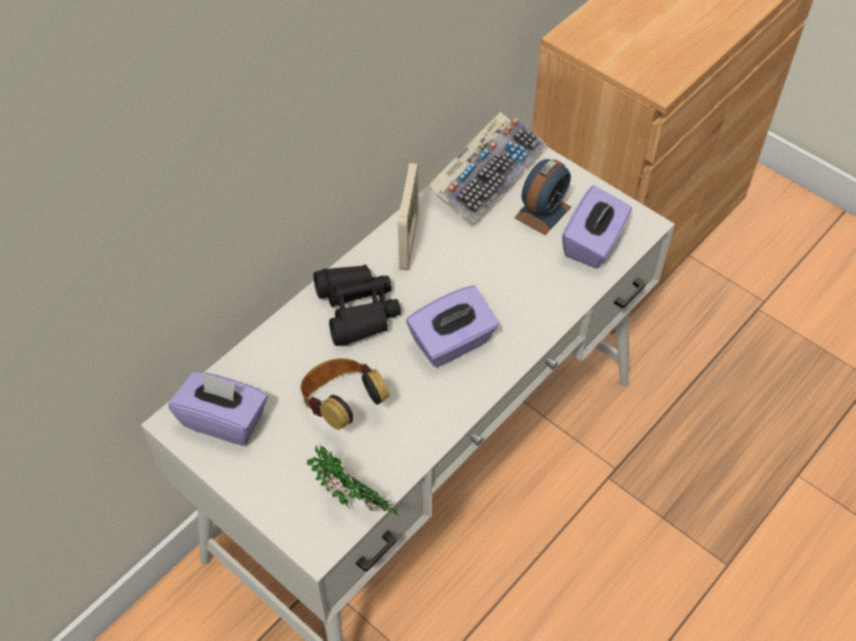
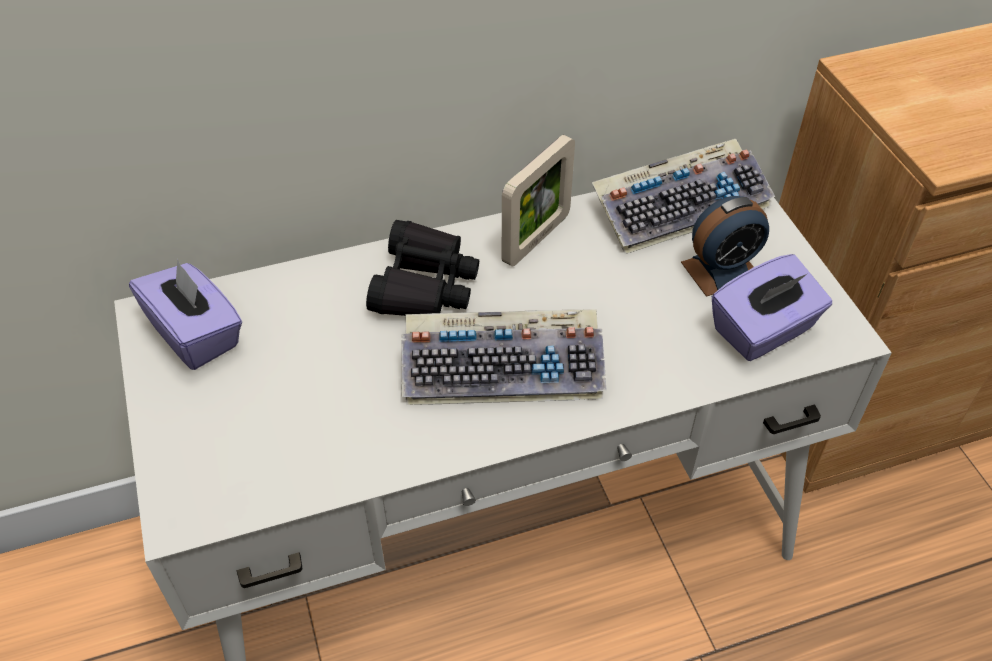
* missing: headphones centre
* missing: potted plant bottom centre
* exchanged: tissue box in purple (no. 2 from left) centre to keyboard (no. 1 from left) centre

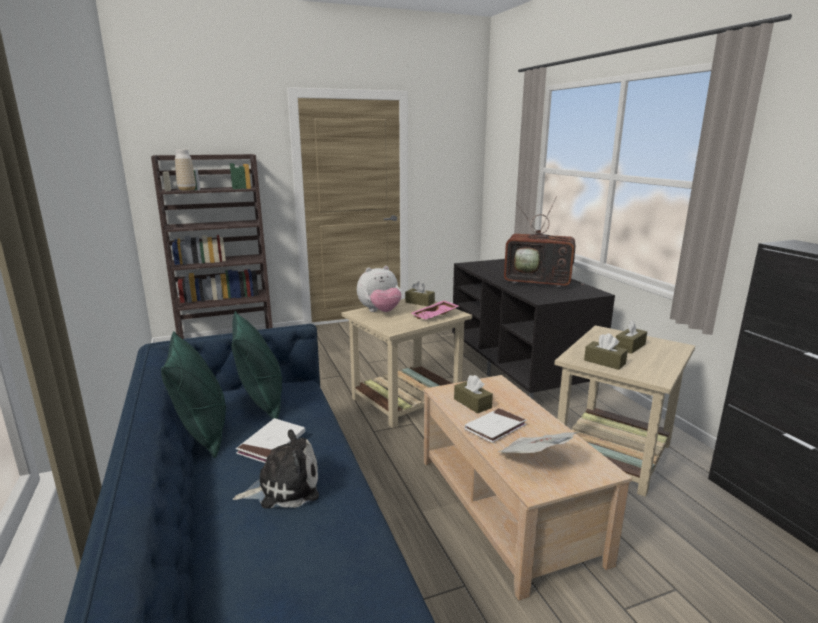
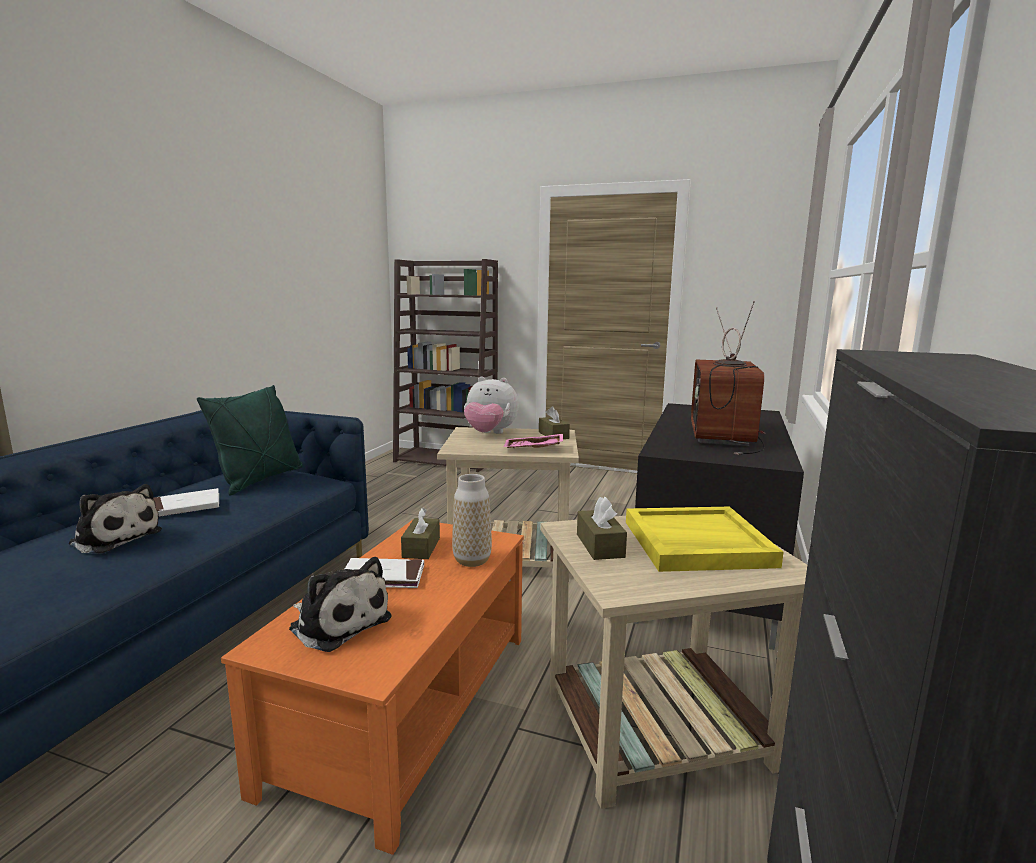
* missing: pillow in green (no. 1 from left) middle left
* relocated: vase top left to centre
* exchanged: newspaper bottom centre to plush toy (no. 2 from left) bottom left
* exchanged: tissue box in brown (no. 4 from left) middle right to tray in yellow middle right
* colour: coffee table in beige bottom centre to coffee table in orange bottom centre
* spun: television centre = middle right 45 degrees clockwise

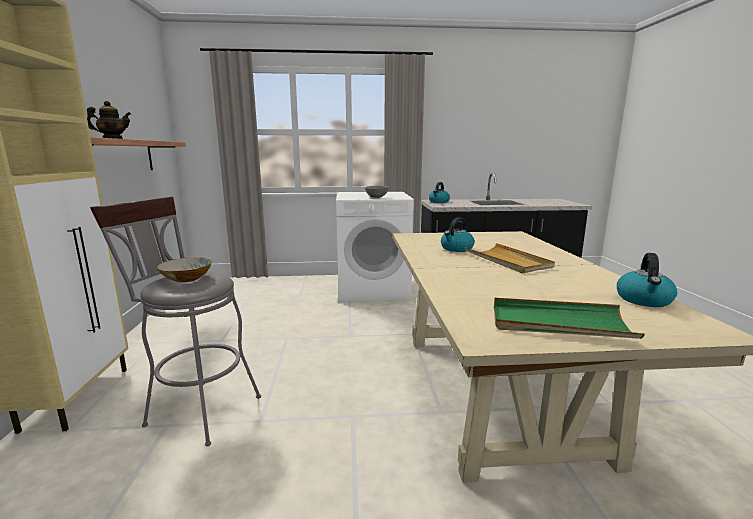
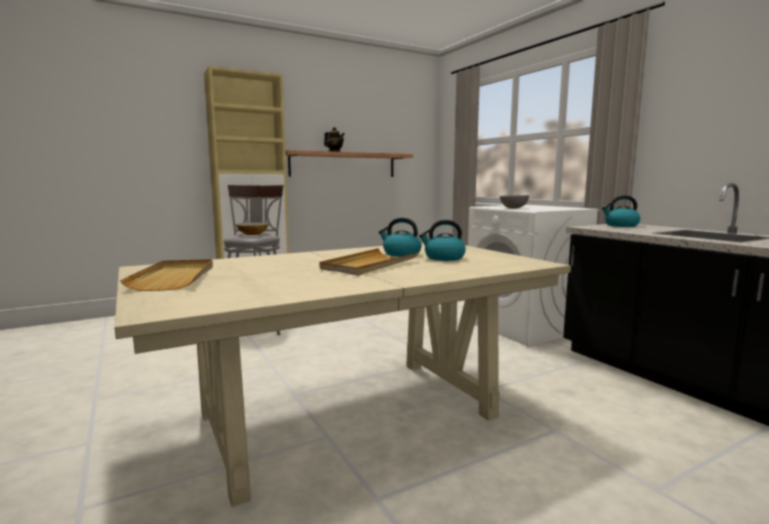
* relocated: kettle (no. 3 from left in the first image) middle right to kettle (no. 2 from left) centre
* colour: tray in green middle right to tray in beige (no. 1 from left) middle left

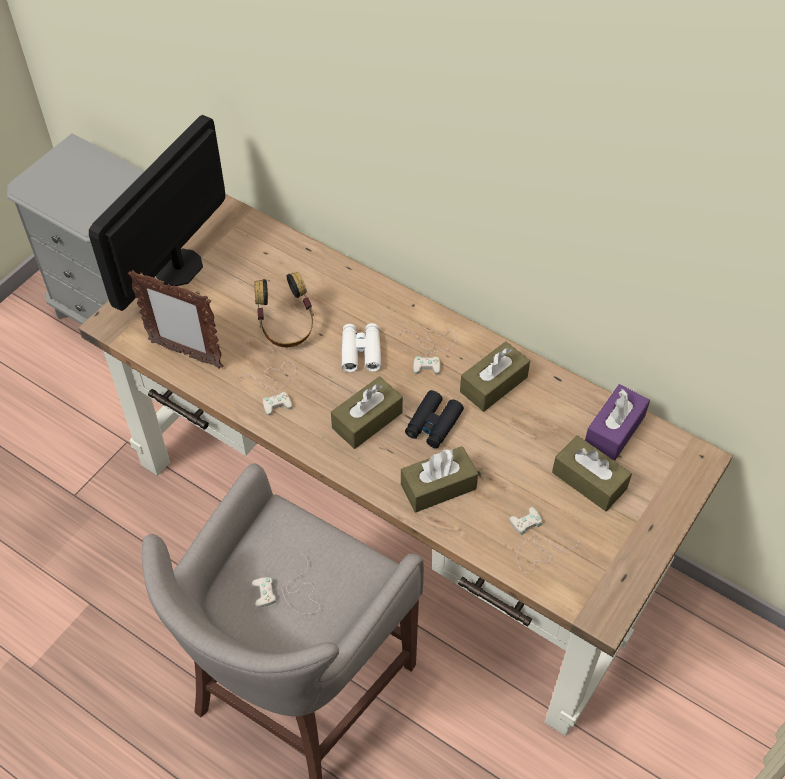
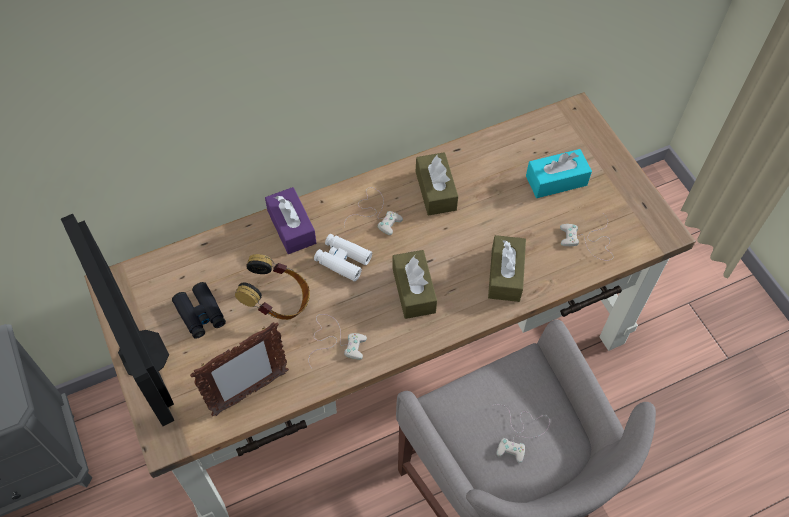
* relocated: binoculars in black centre to middle left
* relocated: tissue box in purple middle right to centre
* colour: tissue box in brown (no. 4 from left) middle right to tissue box in turquoise middle right

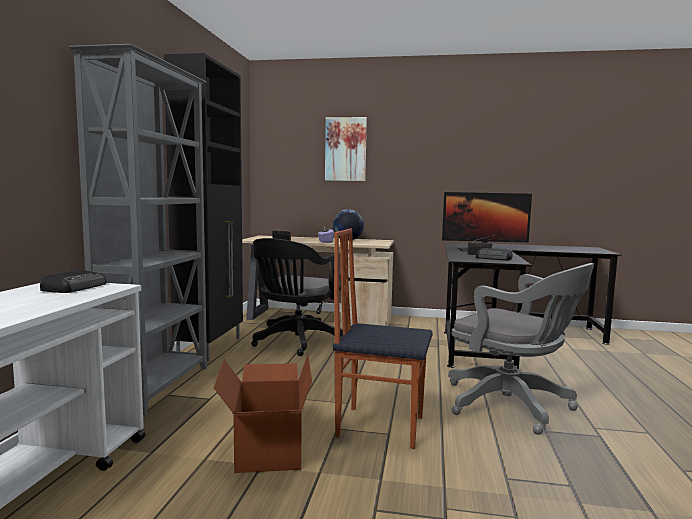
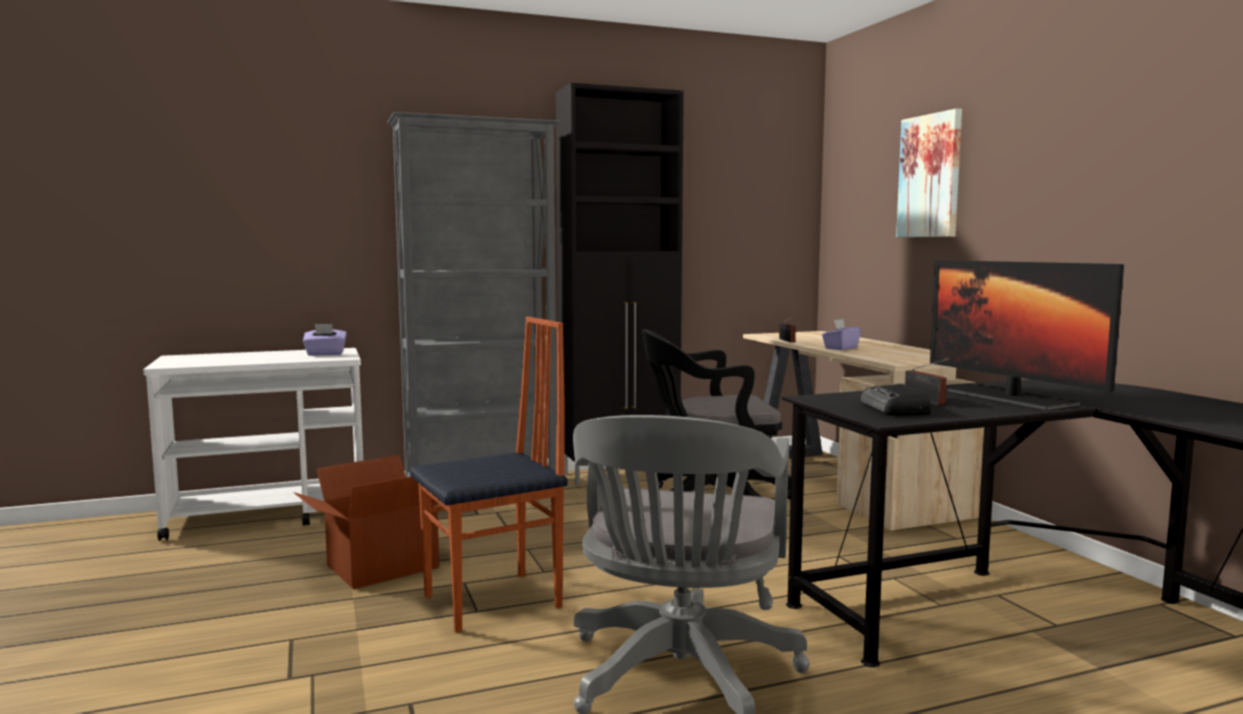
* missing: globe centre
* exchanged: radio (no. 1 from left) middle left to tissue box in purple (no. 1 from left) middle left
* spun: chair centre = centre 75 degrees clockwise

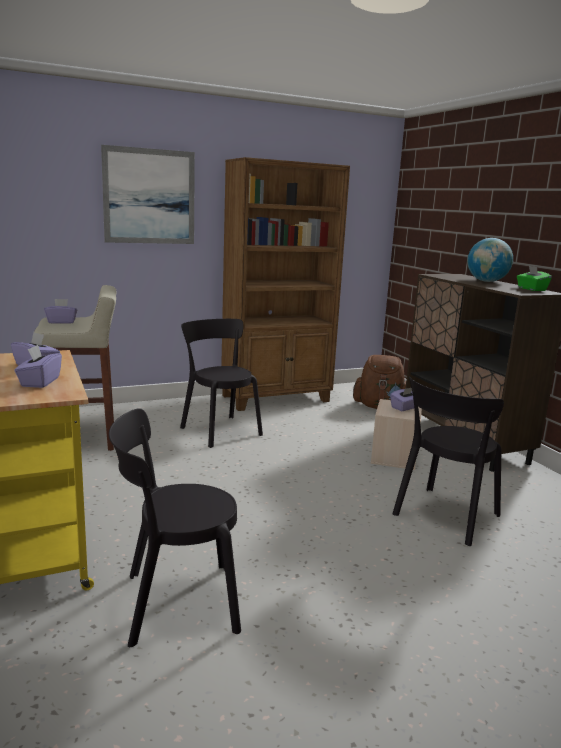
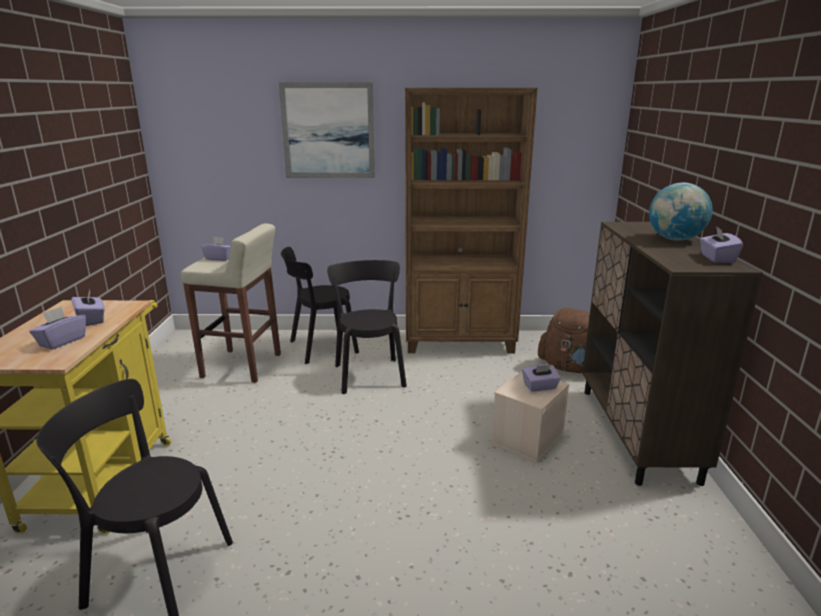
* relocated: chair in black (no. 3 from left in the first image) middle right to chair in black (no. 2 from left) centre
* colour: tissue box in green middle right to tissue box in purple (no. 5 from left) middle right

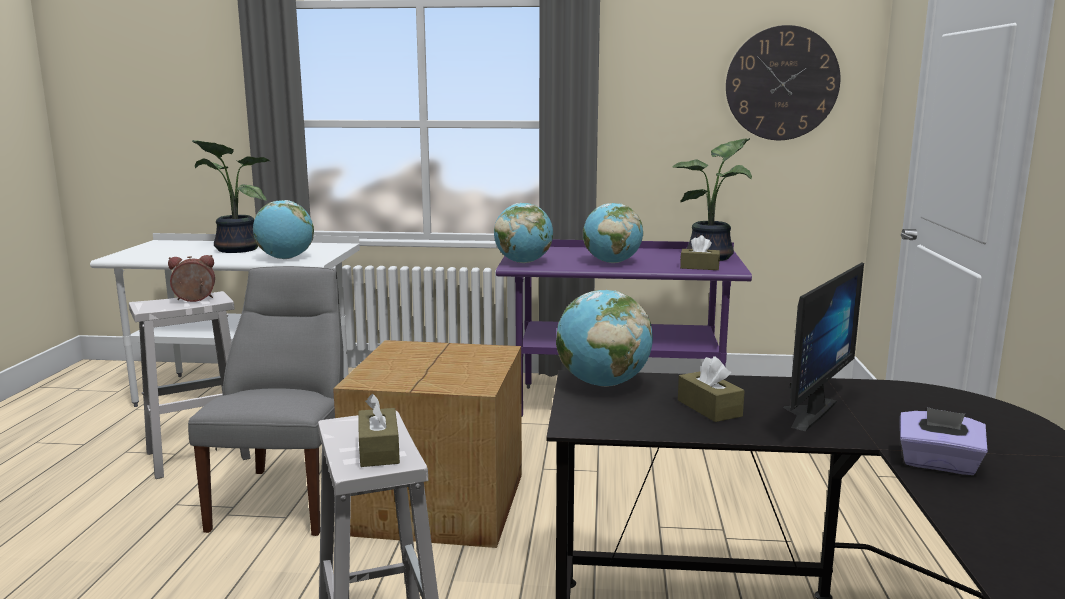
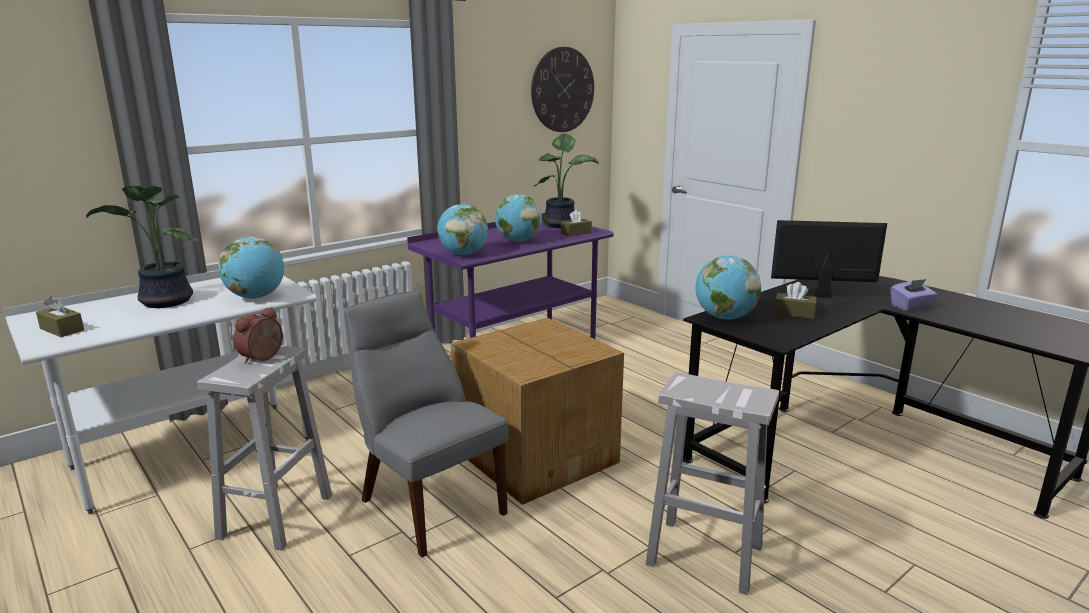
* relocated: tissue box in brown (no. 1 from left) bottom centre to middle left
* spun: monitor middle right = middle right 75 degrees counterclockwise

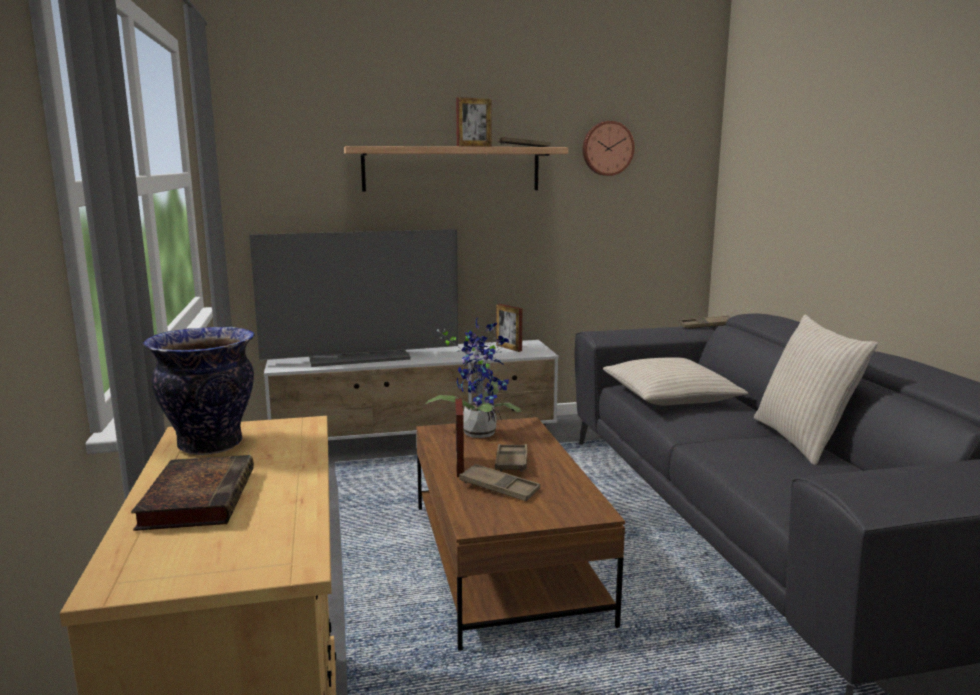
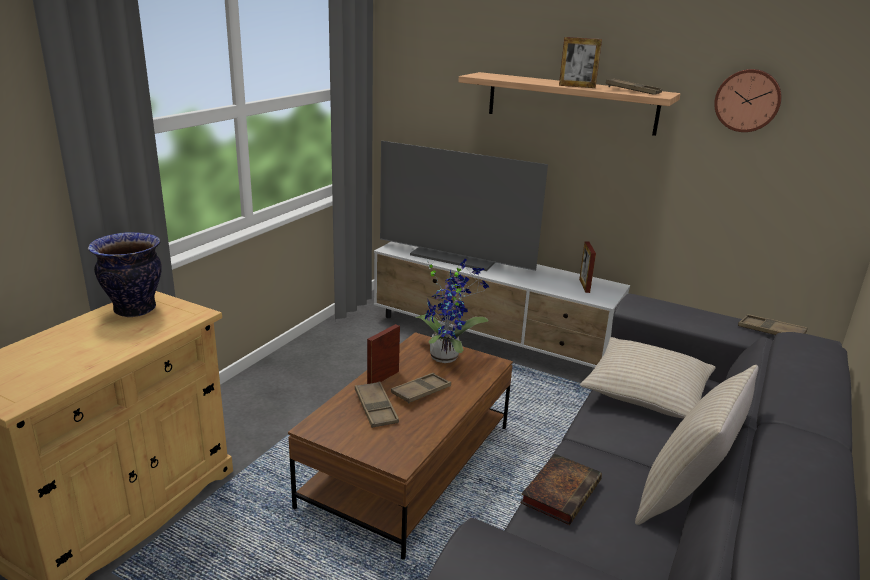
* relocated: book bottom left to bottom centre

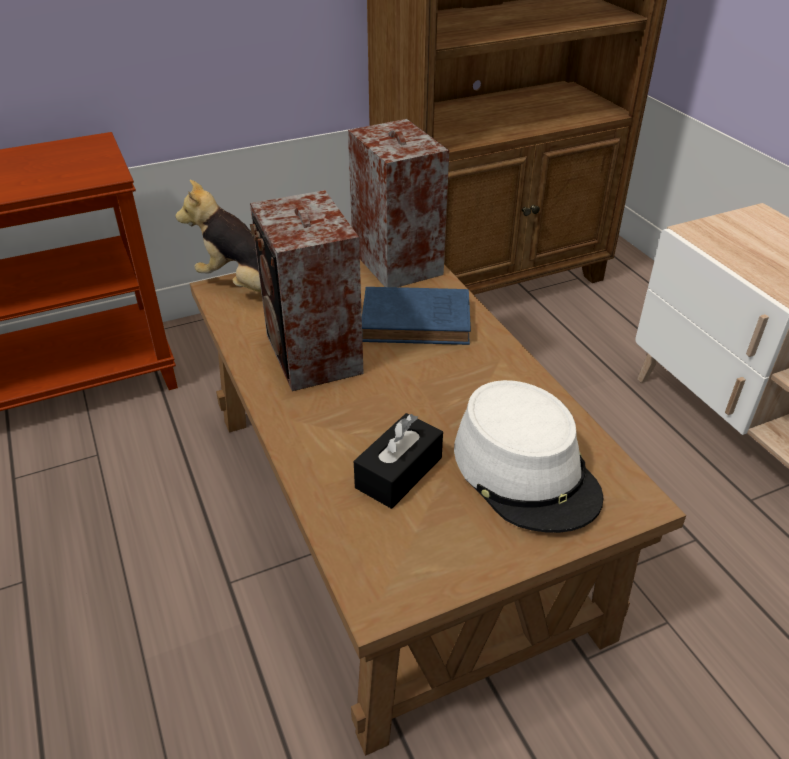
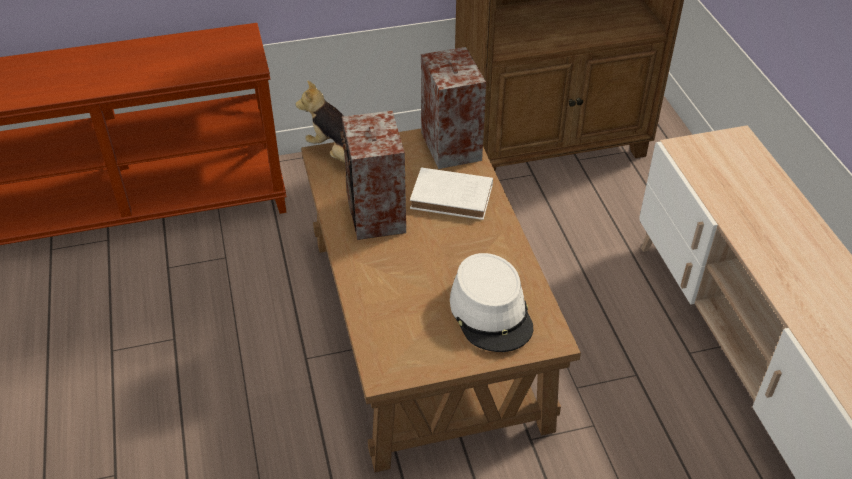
* missing: tissue box in black centre
* colour: book in blue centre to book in white centre

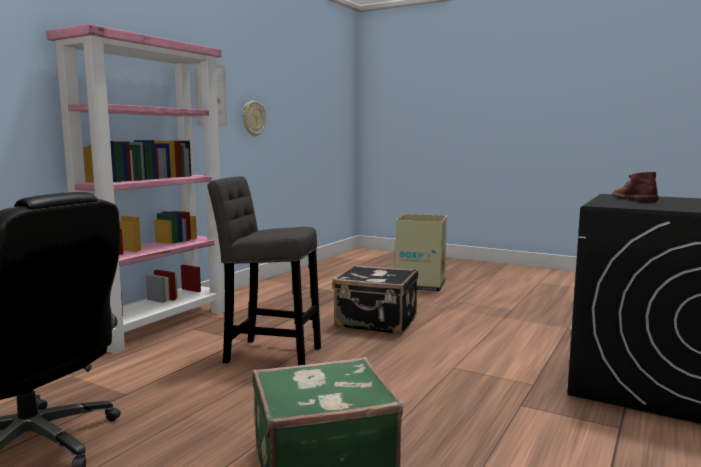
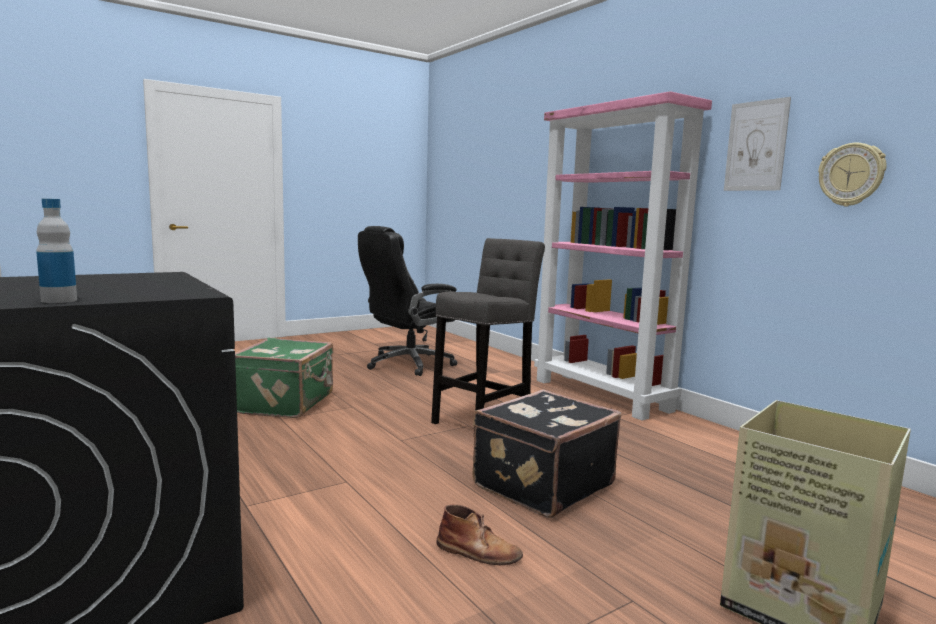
* appeared: bottle middle left
* relocated: boot in brown middle right to bottom centre

